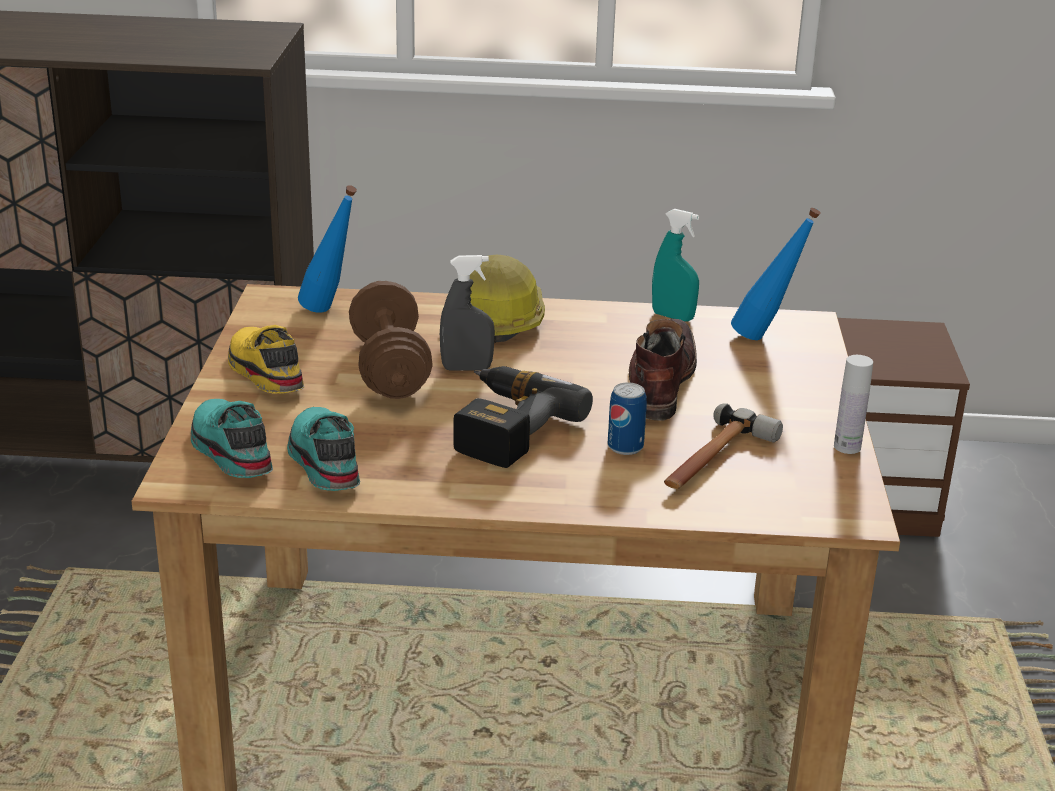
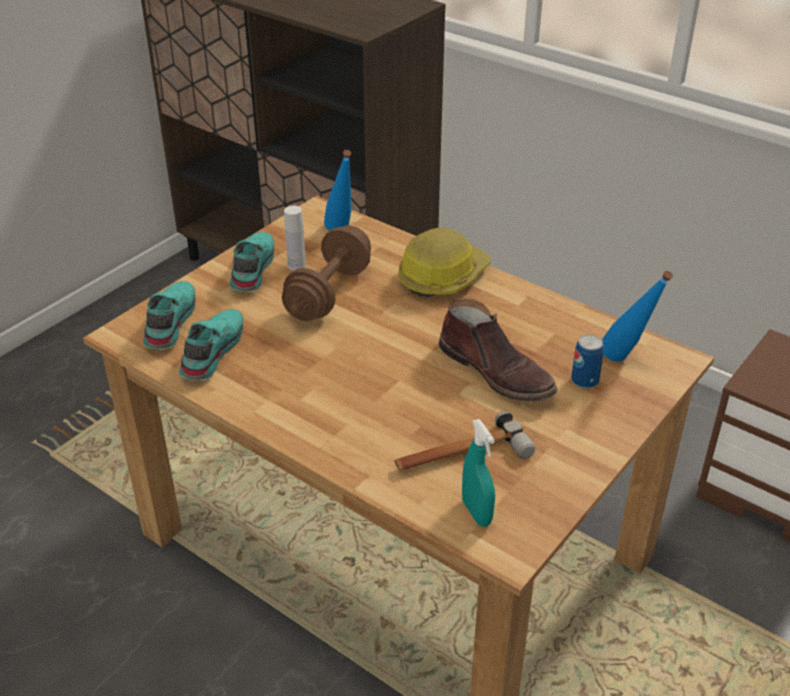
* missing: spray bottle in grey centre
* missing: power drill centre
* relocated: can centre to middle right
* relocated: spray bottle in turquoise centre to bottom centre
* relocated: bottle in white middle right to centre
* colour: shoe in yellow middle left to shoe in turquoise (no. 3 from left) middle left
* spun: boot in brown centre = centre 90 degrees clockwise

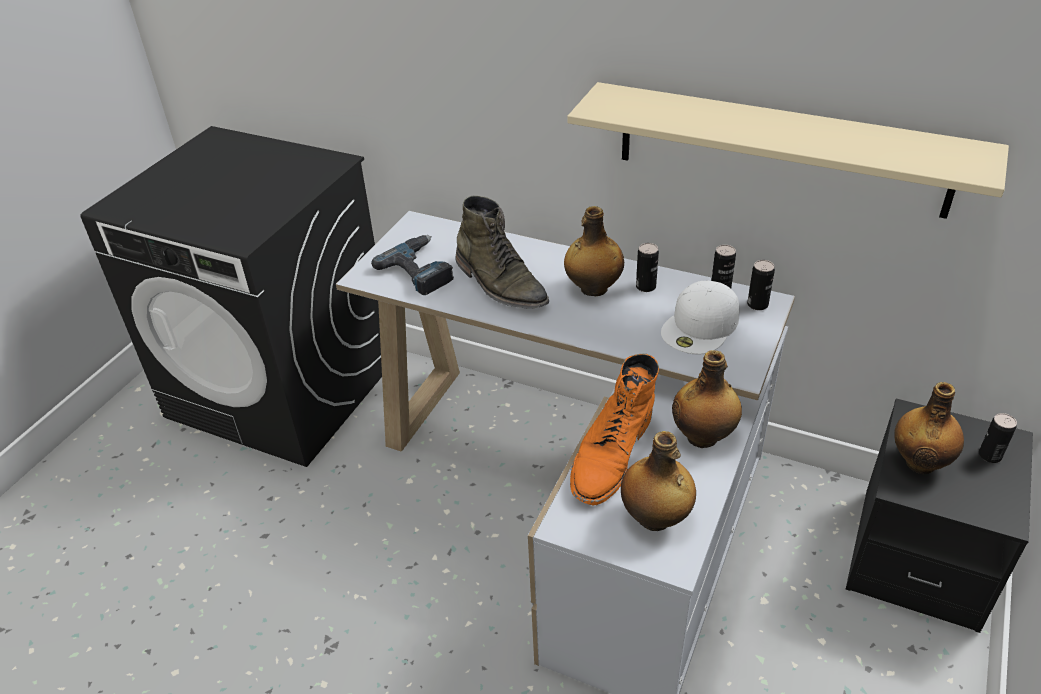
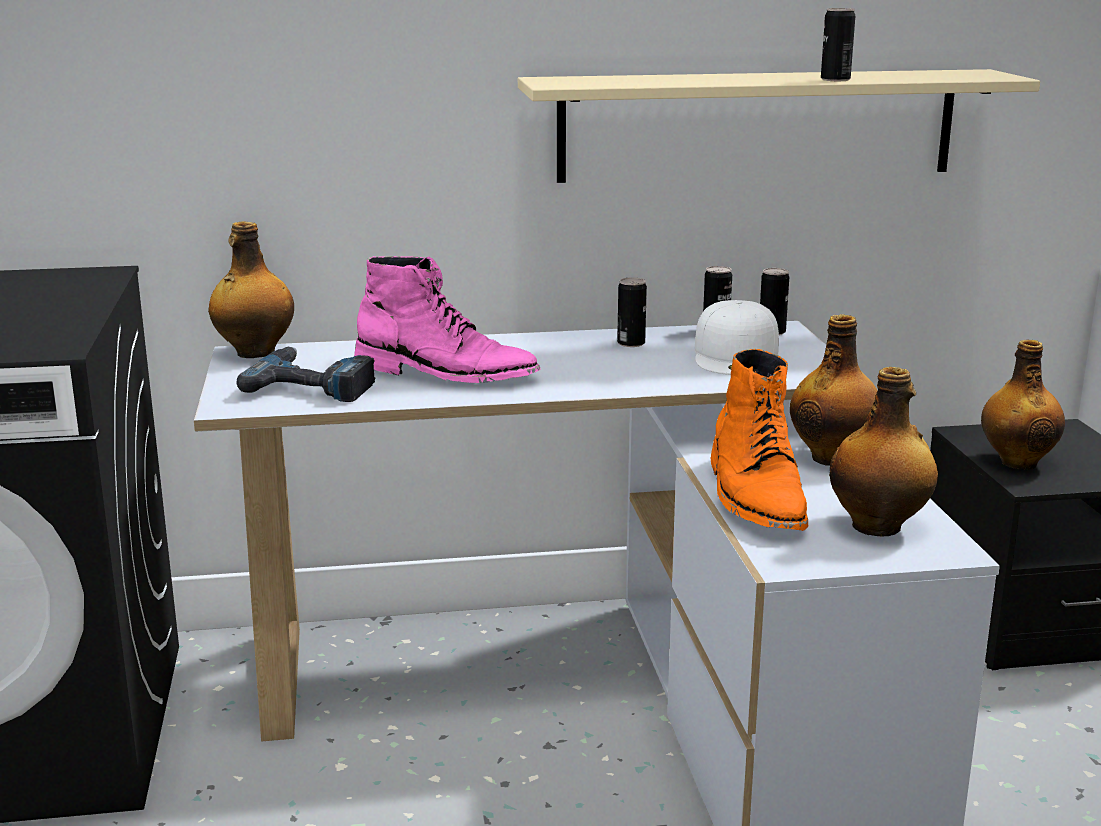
* relocated: bottle (no. 1 from left) centre to middle left
* relocated: can (no. 4 from left) middle right to top right
* colour: boot in green centre to boot in pink centre

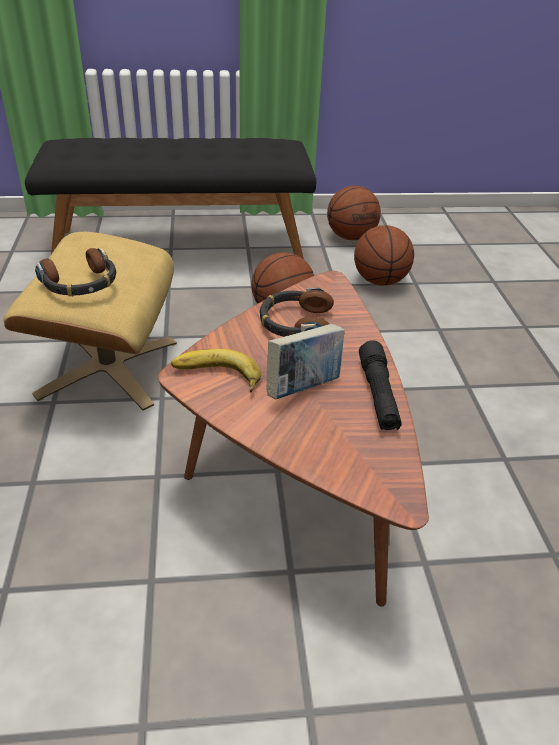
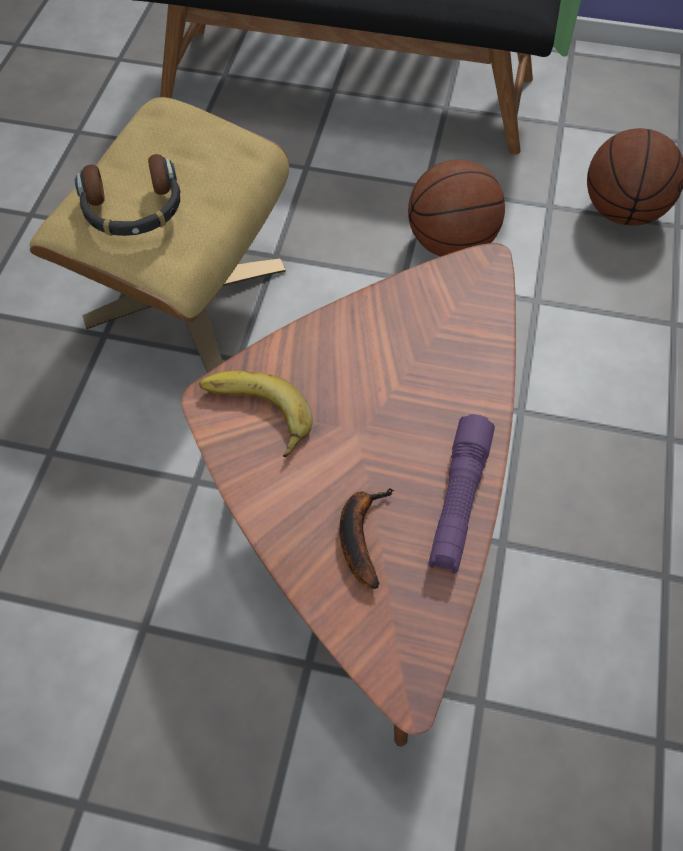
* missing: headphones (no. 2 from left) centre
* missing: book centre
* missing: basketball (no. 2 from left) top centre
* appeared: banana (no. 2 from left) centre
* colour: flashlight in black middle right to flashlight in purple middle right

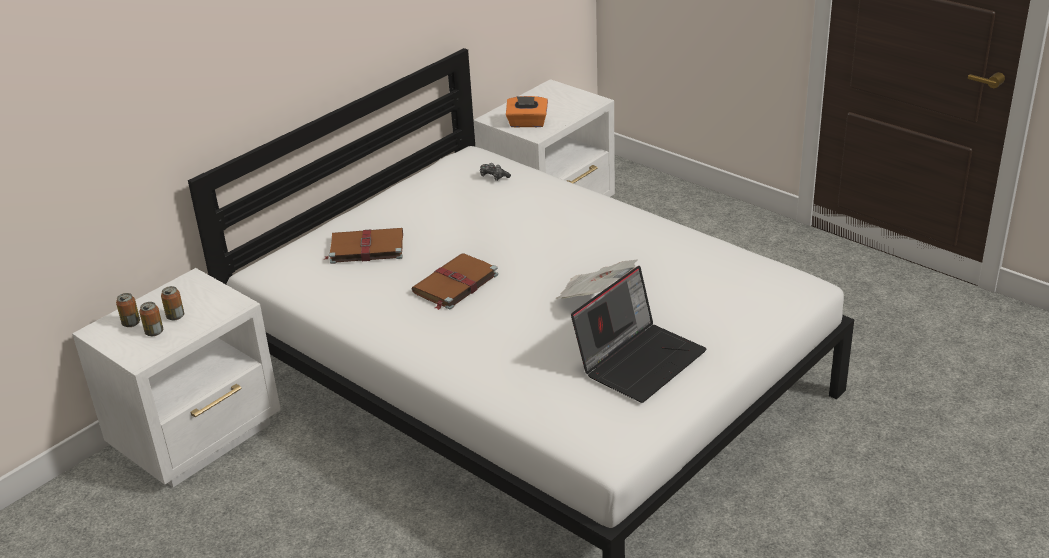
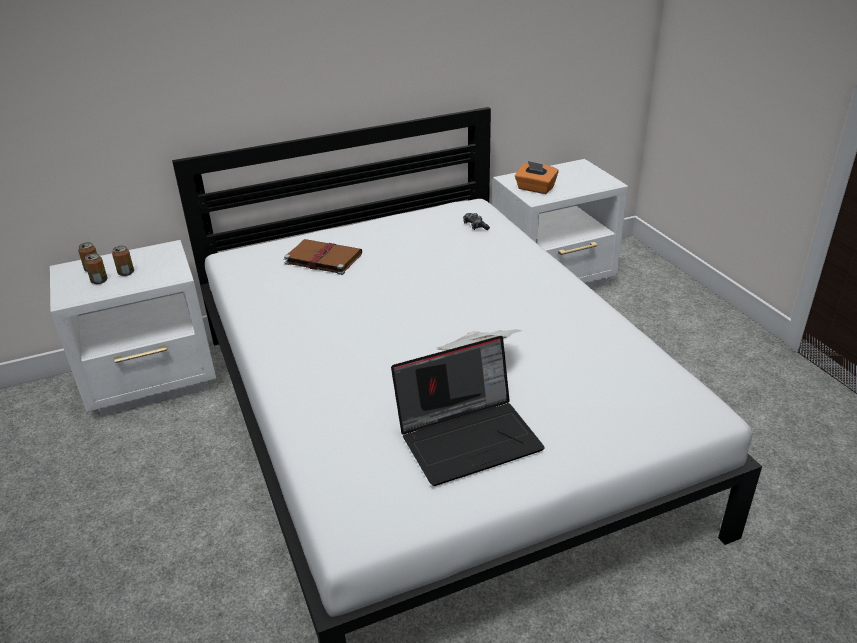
* missing: book in brown (no. 2 from left) centre

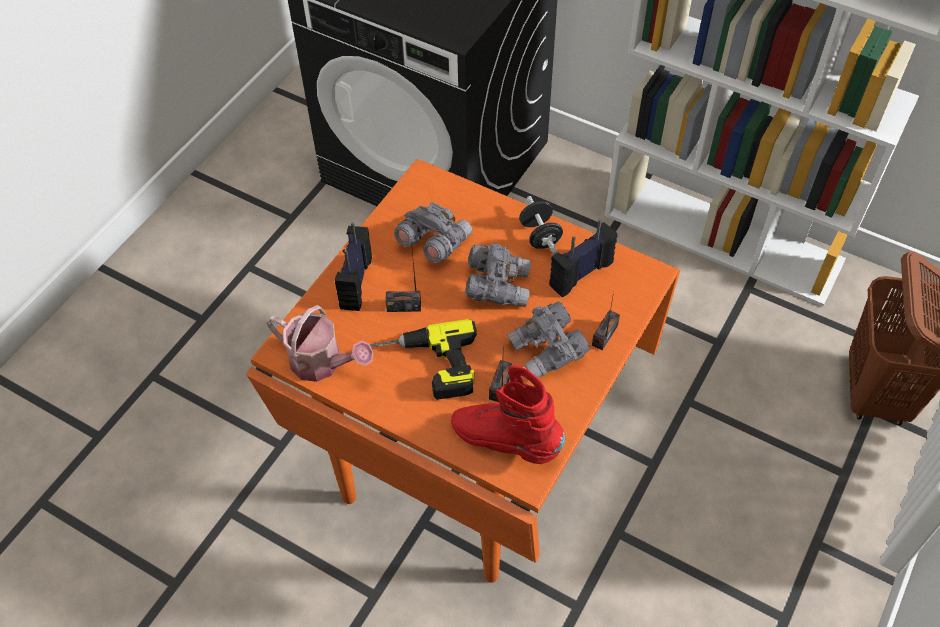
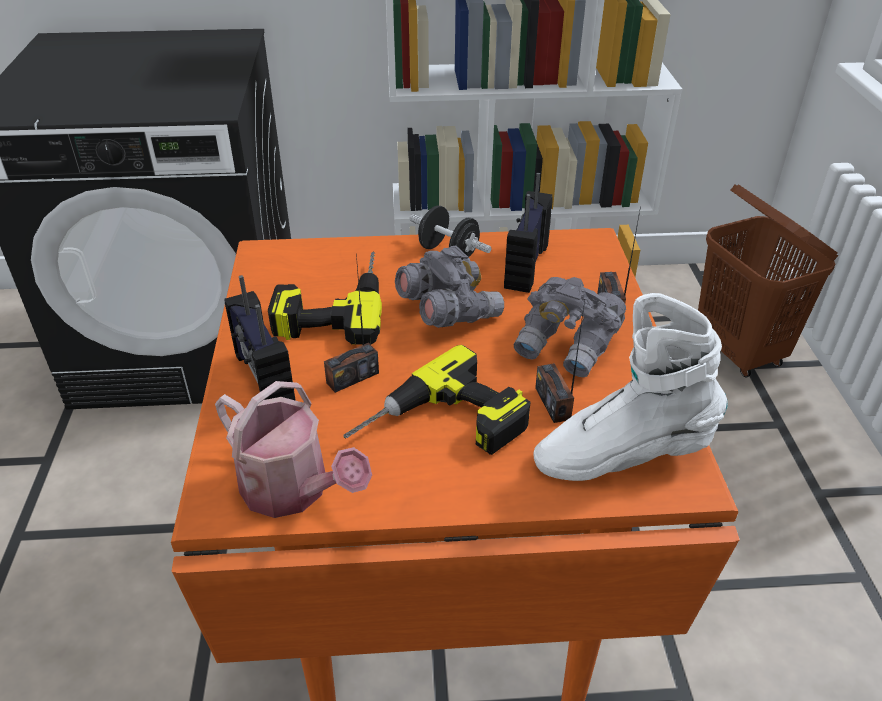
* exchanged: binoculars in grey (no. 1 from left) centre to power drill (no. 1 from left) centre
* colour: boot in red centre to boot in white middle right
* spun: watering can centre = middle left 45 degrees clockwise

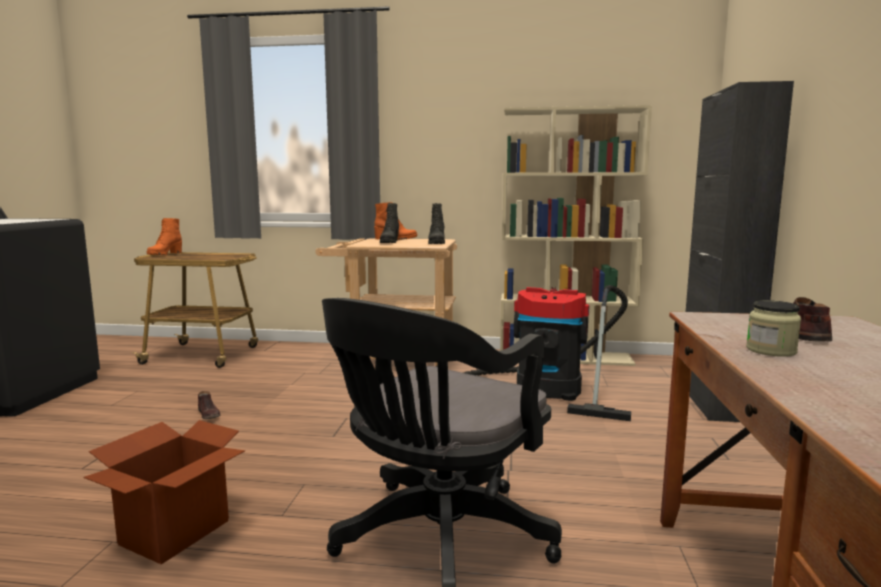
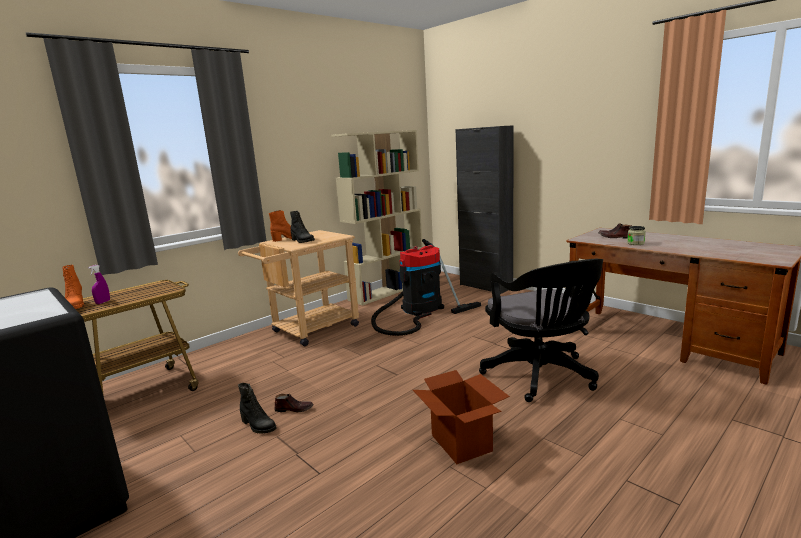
* appeared: spray bottle in purple middle left
* relocated: boot in black (no. 2 from left in the first image) centre to boot in black (no. 1 from left) bottom left

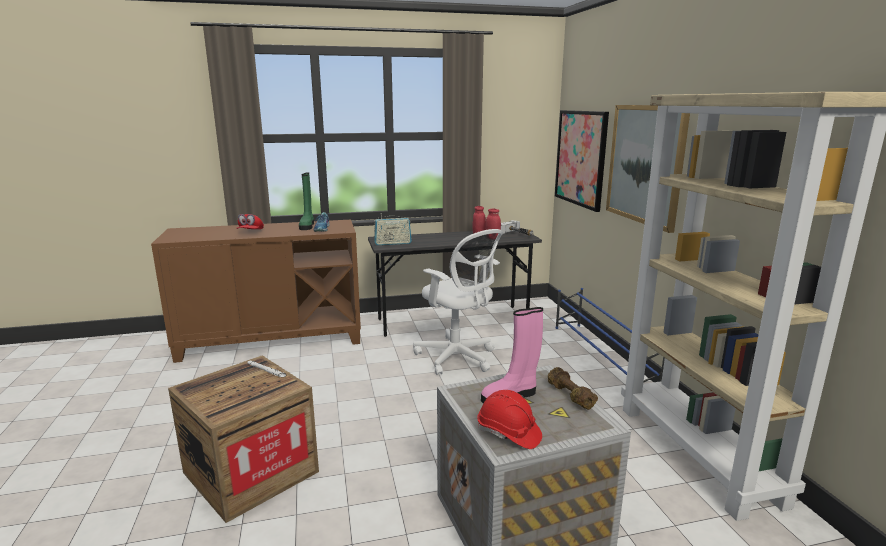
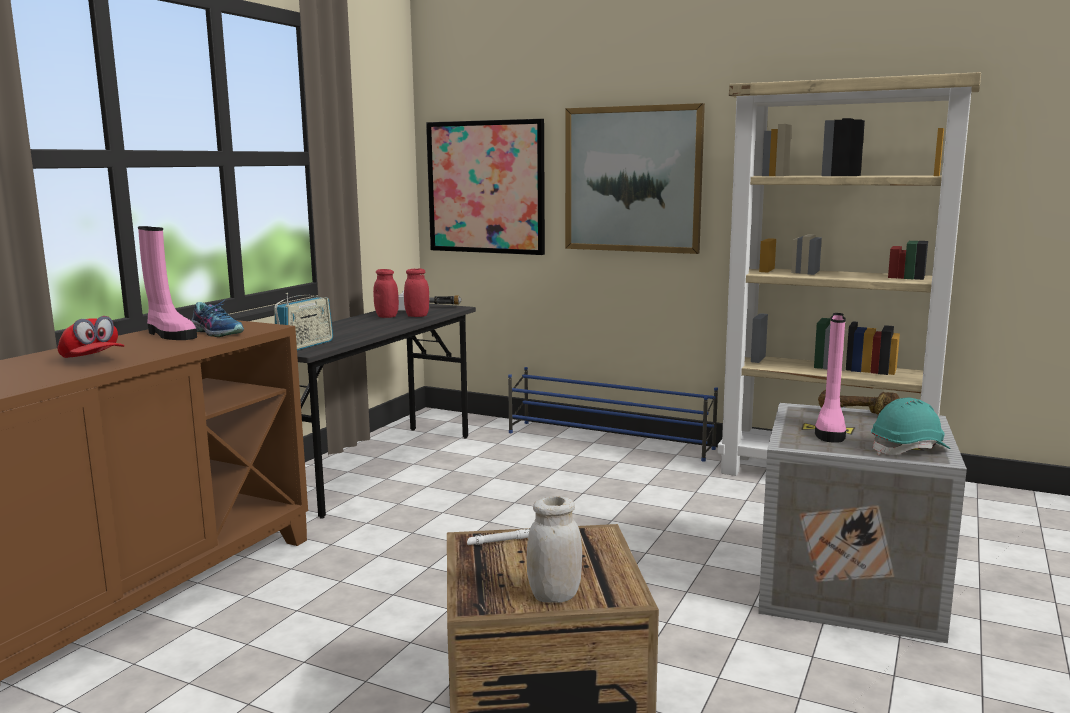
* missing: office chair in white centre
* appeared: jar in white bottom centre
* colour: boot in green centre to boot in pink (no. 1 from left) middle left
* colour: hard hat in red bottom centre to hard hat in turquoise middle right

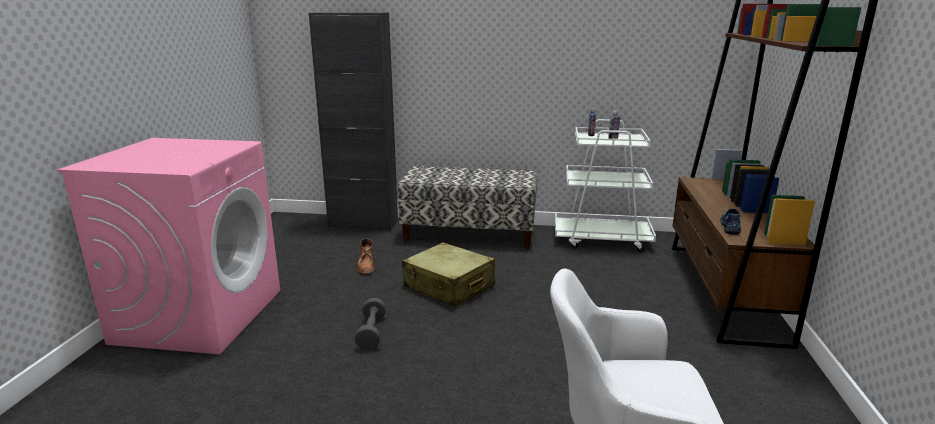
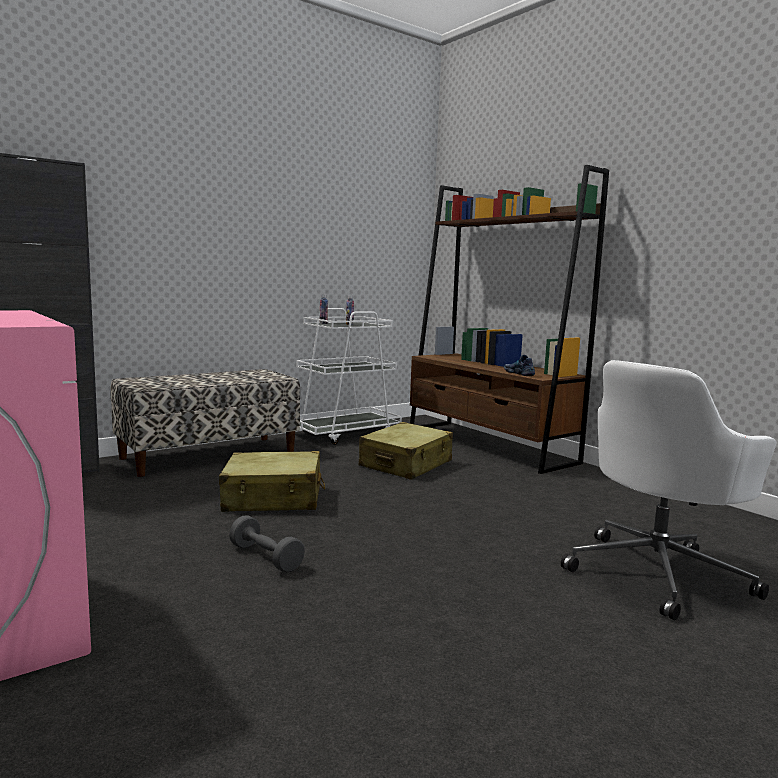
* missing: boot in brown centre
* appeared: suitcase in beige (no. 2 from left) centre

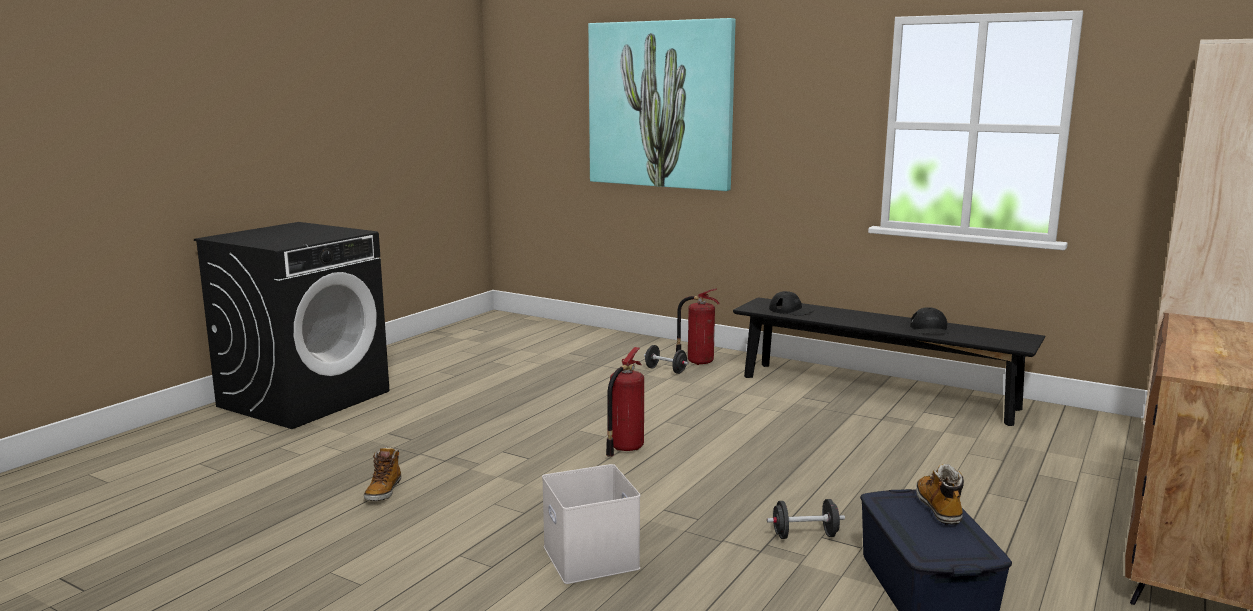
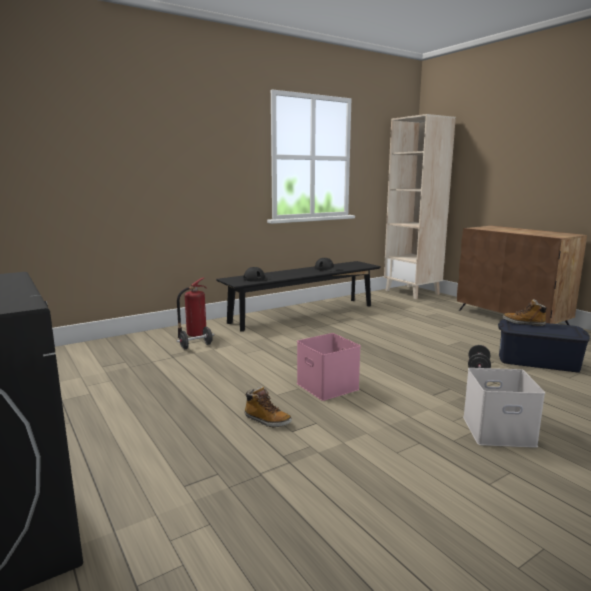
* missing: picture top centre
* relocated: boot (no. 1 from left) bottom left to bottom centre
* exchanged: fire extinguisher (no. 1 from left) centre to storage box in pink centre

